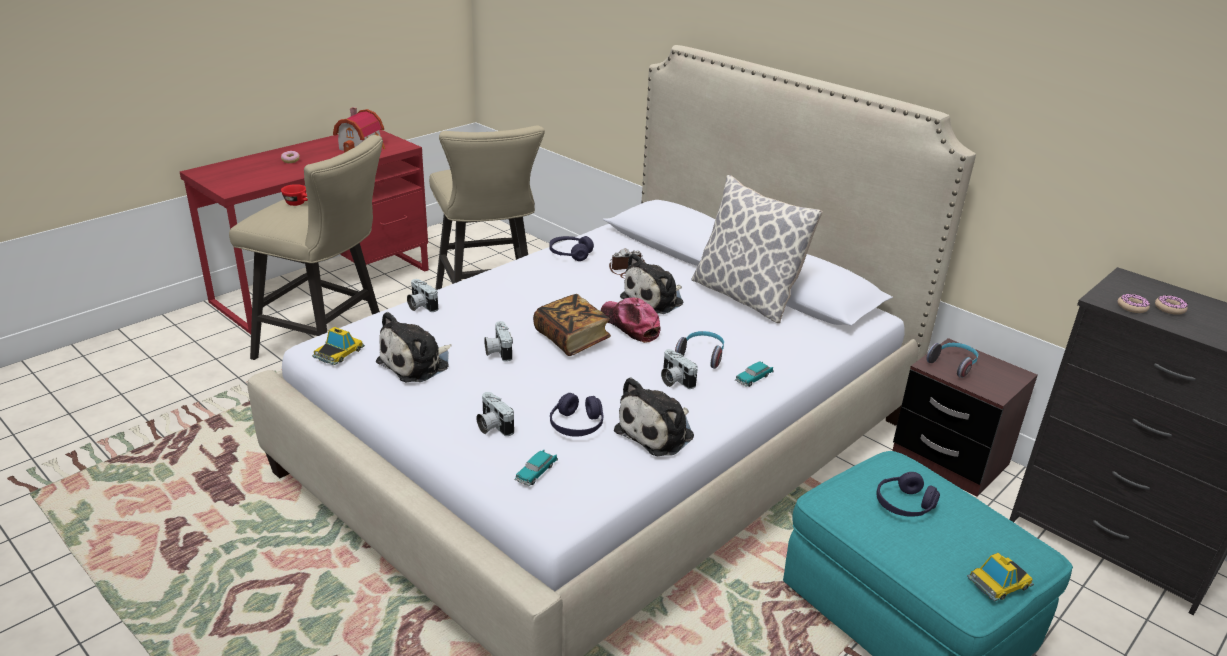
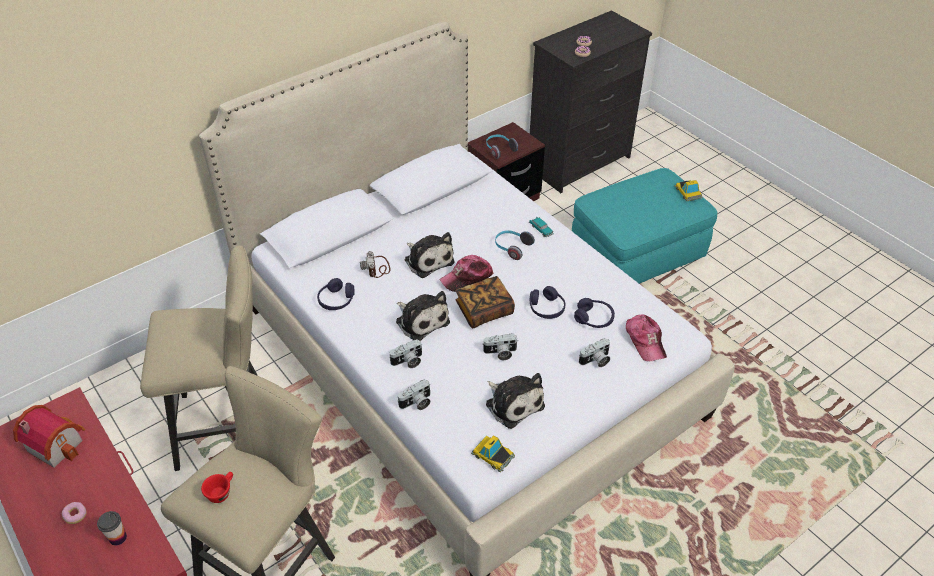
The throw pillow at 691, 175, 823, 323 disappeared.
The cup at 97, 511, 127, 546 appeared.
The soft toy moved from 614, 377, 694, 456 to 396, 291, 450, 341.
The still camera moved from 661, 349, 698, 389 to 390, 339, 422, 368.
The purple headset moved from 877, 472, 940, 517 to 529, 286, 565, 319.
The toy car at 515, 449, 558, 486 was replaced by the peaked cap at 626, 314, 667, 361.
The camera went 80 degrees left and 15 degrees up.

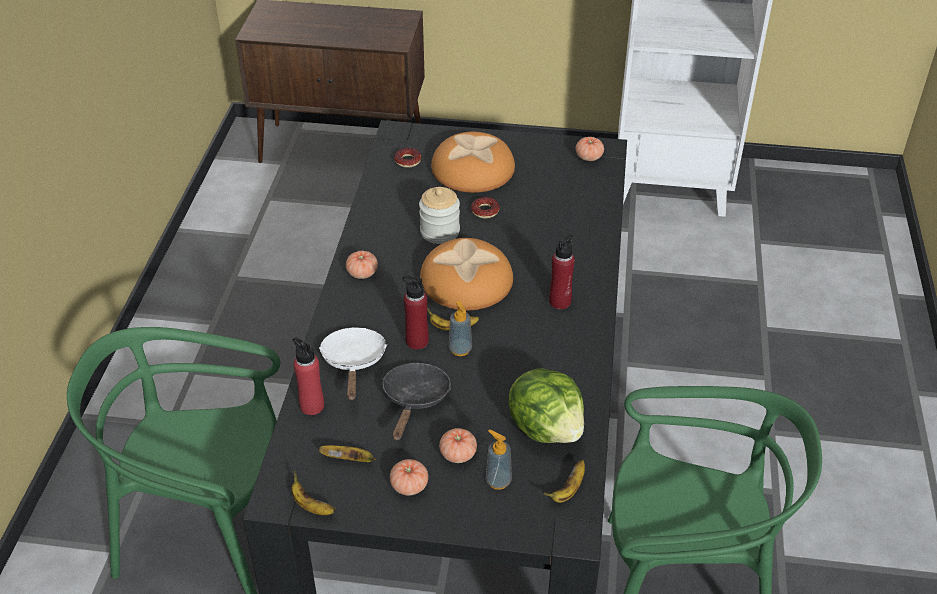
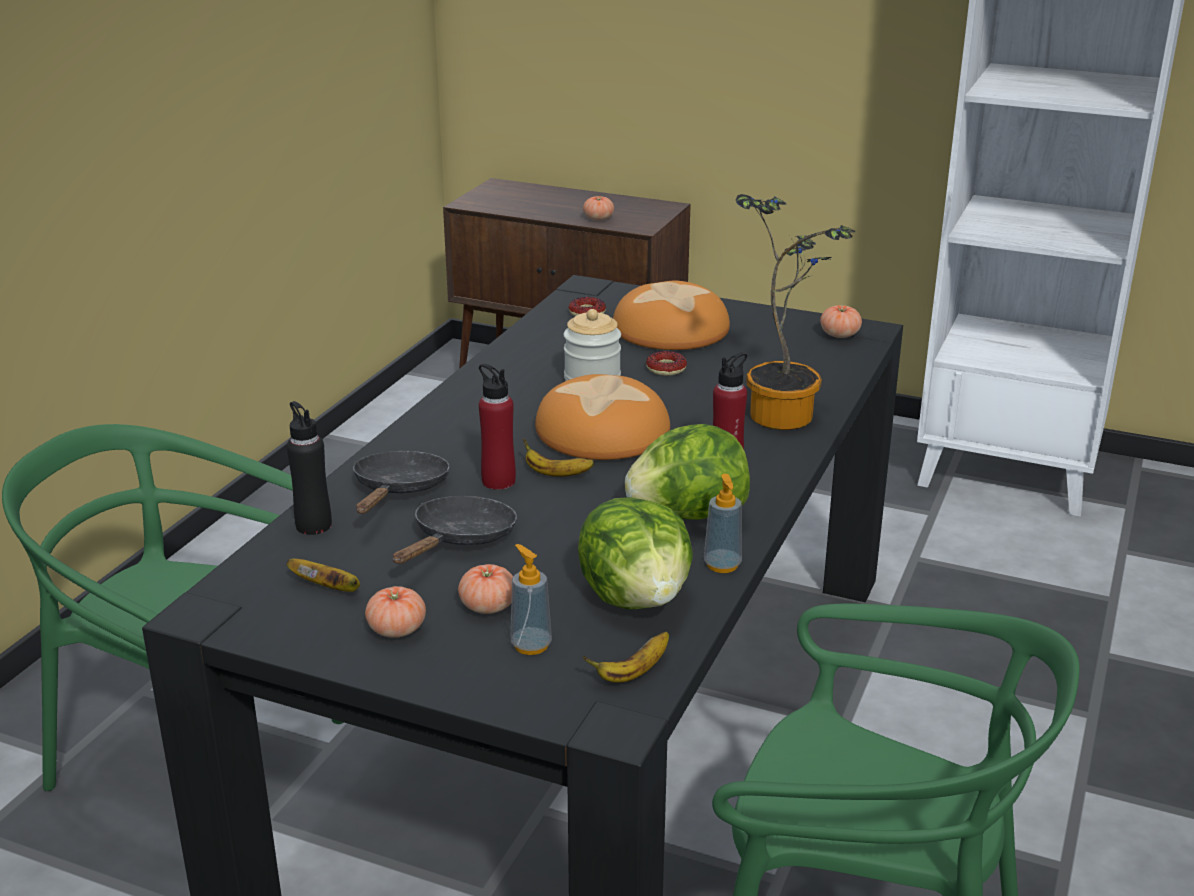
The banana at 291, 471, 336, 515 disappeared.
The lettuce head at 625, 424, 750, 520 appeared.
The potted plant at 736, 194, 855, 430 appeared.
The fresh tomato moved from 346, 251, 378, 279 to 583, 196, 614, 220.
The liquid soap bottle moved from 449, 301, 472, 356 to 704, 474, 742, 573.
The reddish drink bottle at 293, 337, 324, 415 became the black-coloured drink bottle at 287, 401, 332, 535.
The whitish pan at 319, 327, 387, 400 became the black-coloured pan at 353, 451, 449, 514.
The camera went 15 degrees right and 15 degrees down.

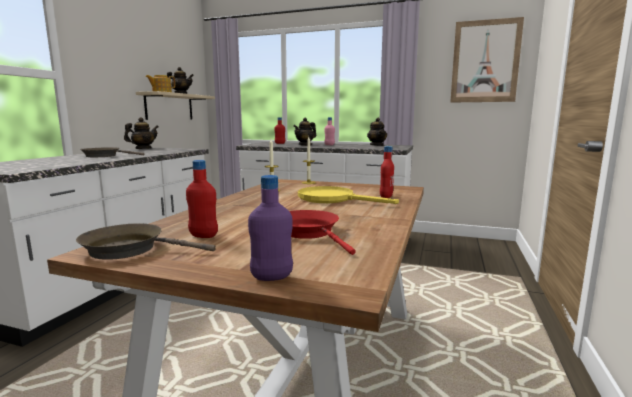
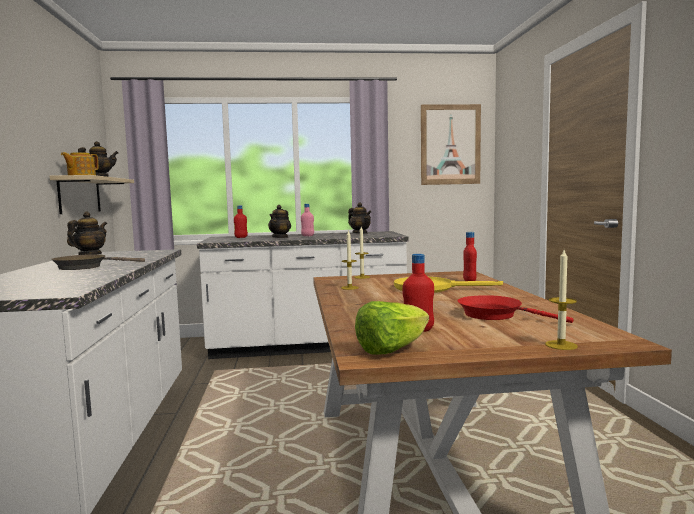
The brownish pan at 76, 223, 216, 260 was replaced by the lettuce head at 355, 301, 429, 355.
The purple drink bottle at 248, 175, 293, 281 was replaced by the wax candle at 545, 250, 578, 350.
The camera went 25 degrees left and 5 degrees down.

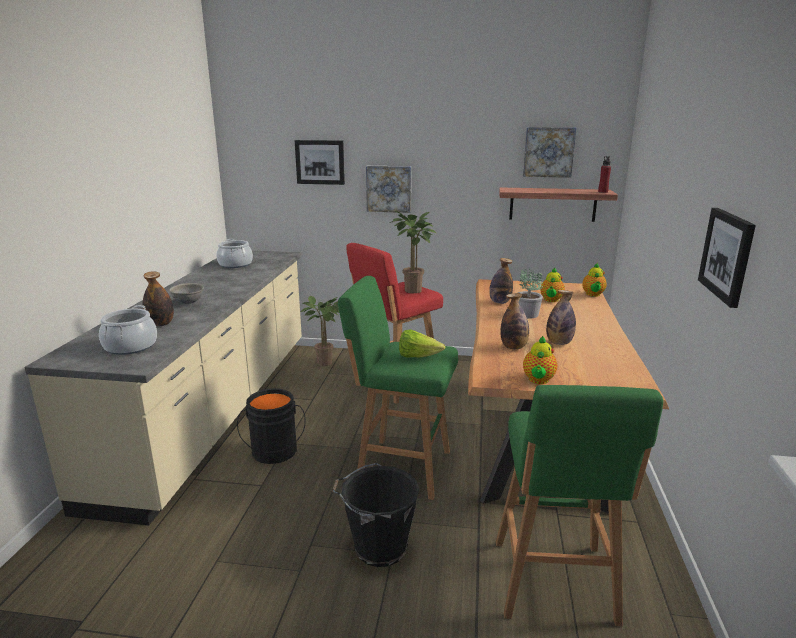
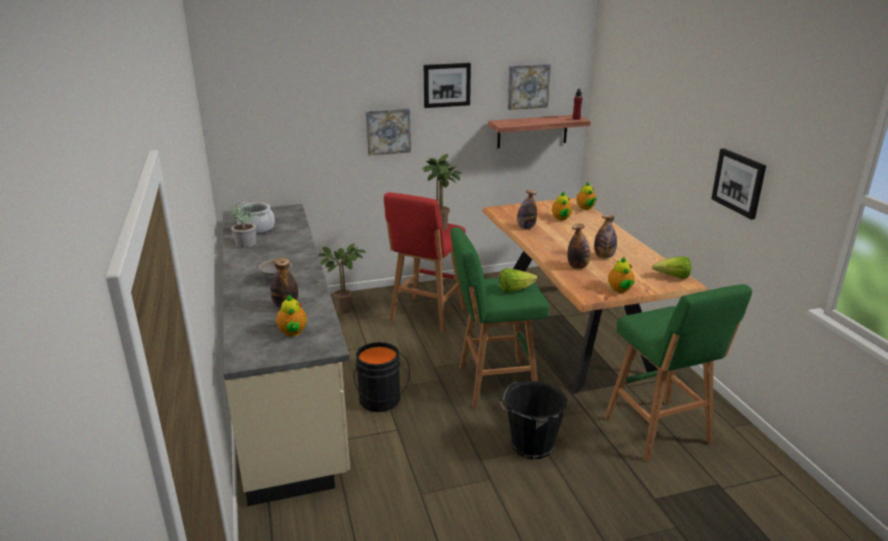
The lettuce head at 652, 256, 691, 279 appeared.
The wall art moved from 295, 140, 345, 185 to 424, 63, 471, 108.
The potted plant moved from 518, 269, 543, 318 to 231, 203, 256, 248.
The stockpot at 99, 305, 157, 355 was replaced by the pot for tea at 276, 295, 307, 337.
The camera went 25 degrees left and 5 degrees up.

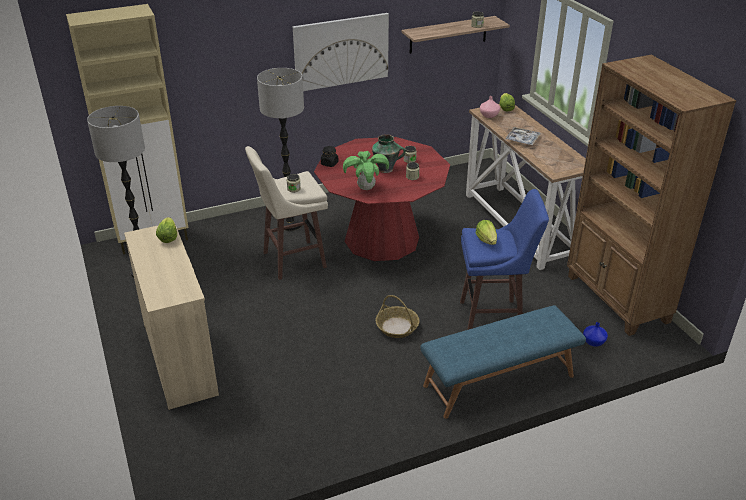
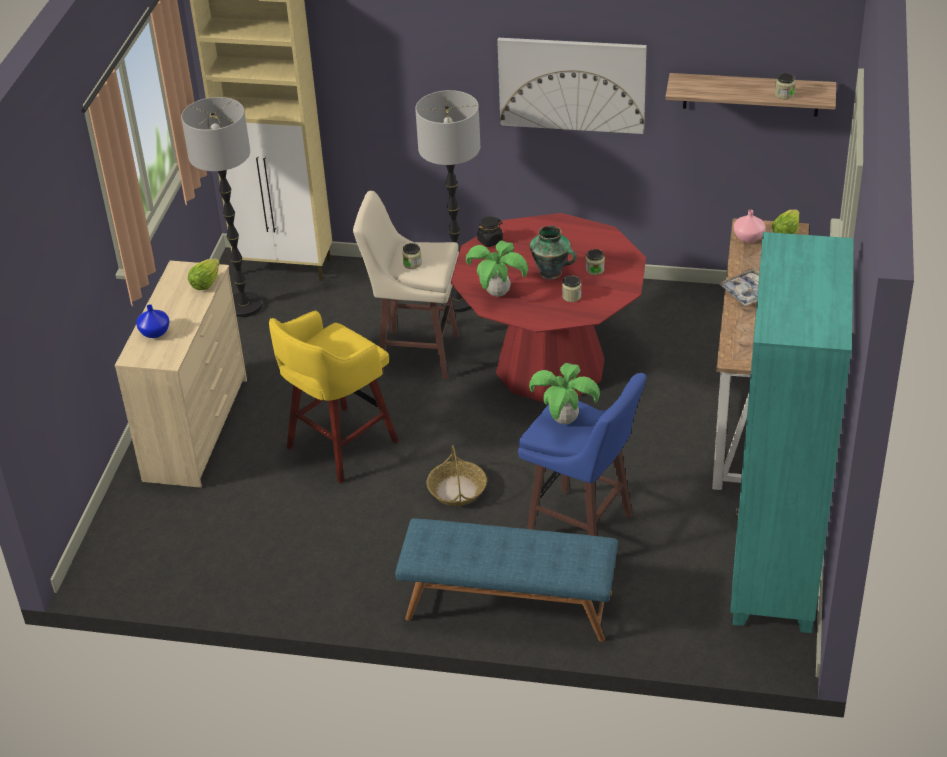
The yellow-coloured stool seat at 269, 311, 399, 483 appeared.
The blue flower vase moved from 583, 322, 608, 347 to 136, 304, 169, 338.
The lettuce head at 476, 220, 497, 245 was replaced by the potted plant at 529, 363, 600, 424.
The brownish bookshelf at 567, 55, 736, 336 became the turquoise bookshelf at 730, 232, 854, 633.
The camera went 35 degrees right and 5 degrees up.

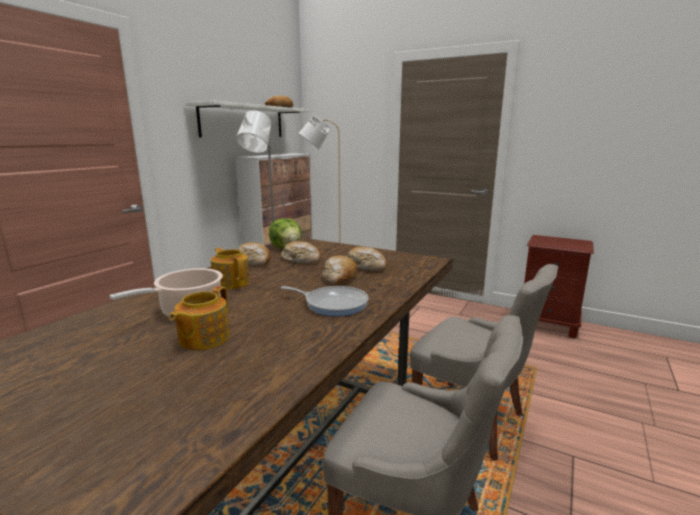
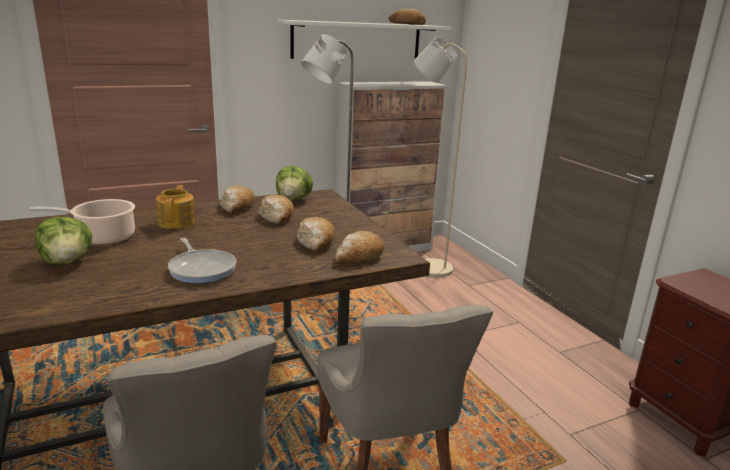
The bakery bread moved from 322, 255, 357, 285 to 335, 231, 384, 264.
The pot for tea at 169, 286, 230, 350 was replaced by the lettuce head at 35, 217, 92, 265.
The camera went 35 degrees right and 5 degrees up.

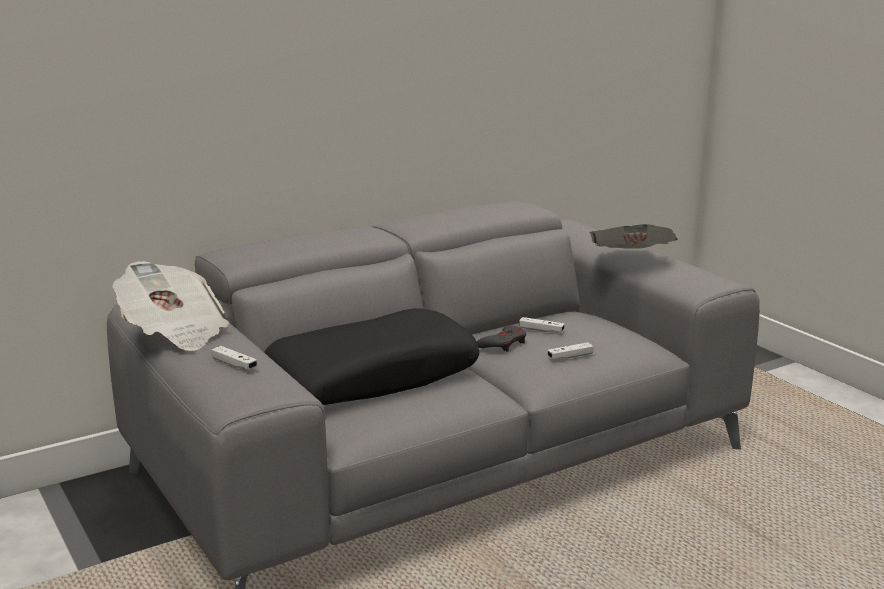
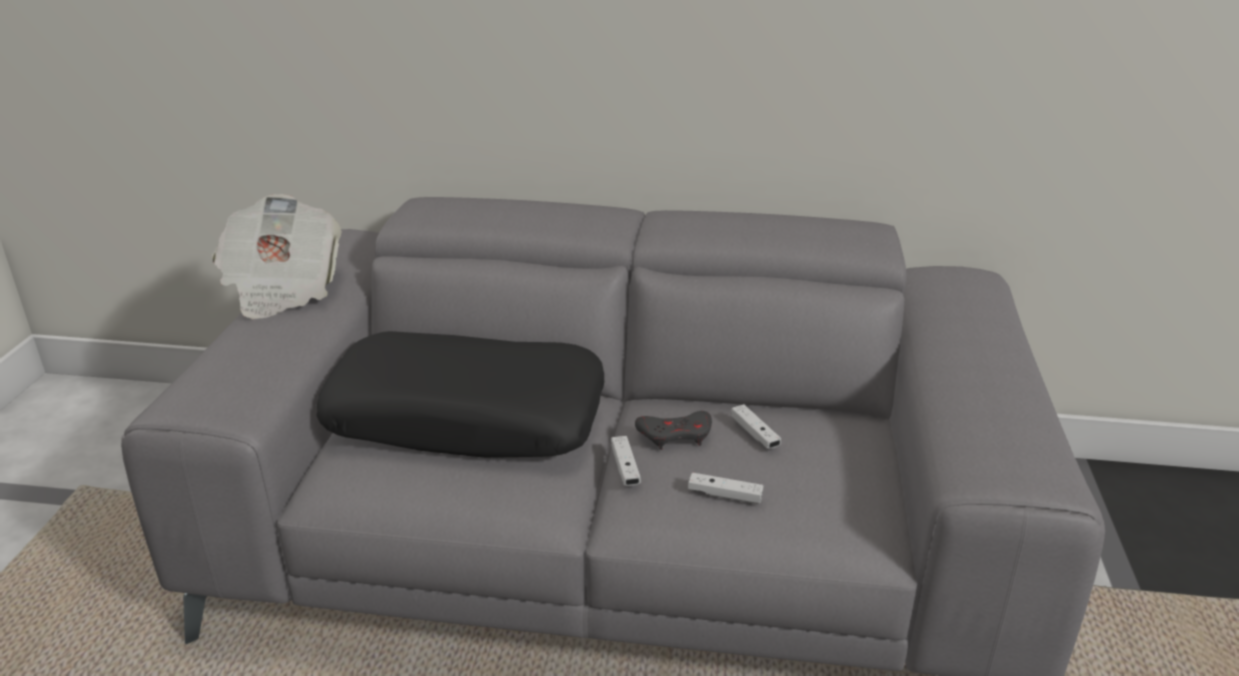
The daily paper at 589, 224, 678, 249 disappeared.
The whitish game controller moved from 211, 346, 258, 370 to 611, 436, 641, 486.
The camera went 40 degrees right and 10 degrees up.

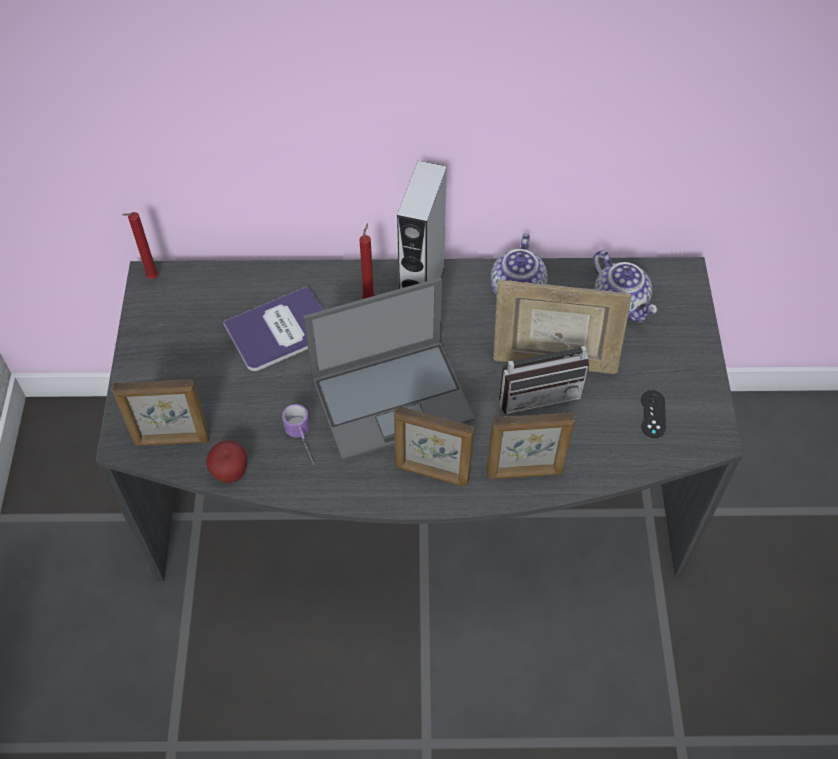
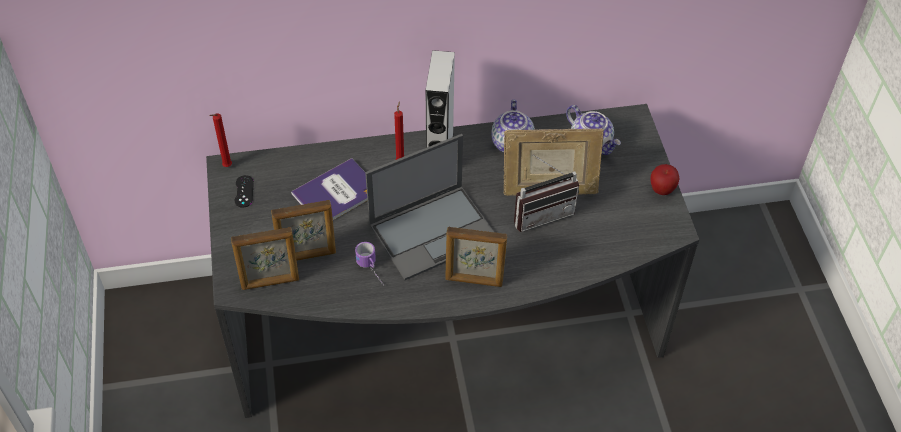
The whole apple moved from 206, 441, 247, 483 to 650, 164, 679, 195.
The picture frame moved from 486, 412, 575, 479 to 271, 200, 336, 261.
The black-coloured game controller moved from 641, 390, 666, 438 to 234, 175, 254, 208.
The camera went 10 degrees left and 5 degrees down.

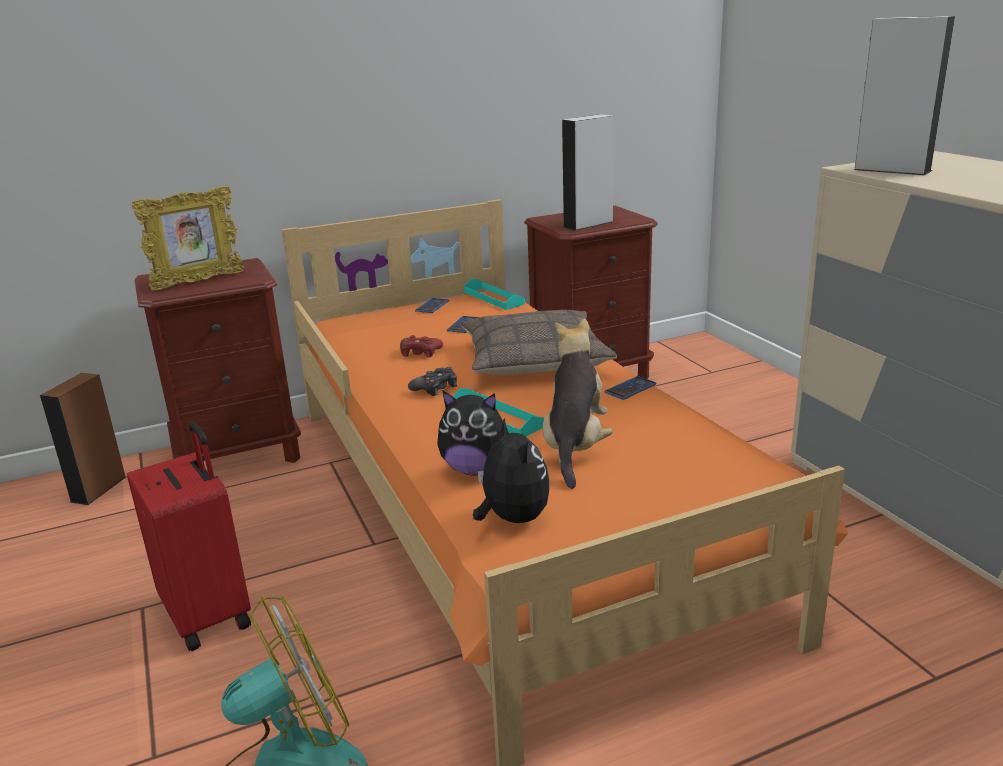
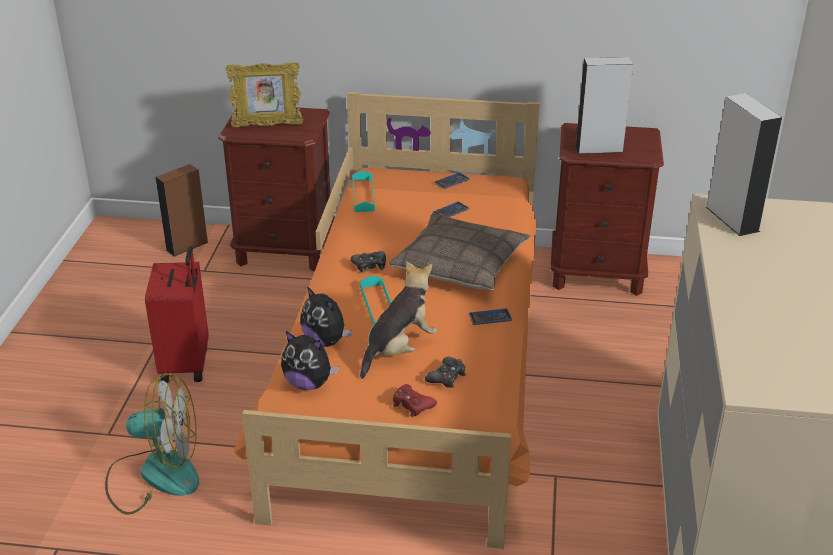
The black-coloured game controller at 425, 357, 466, 388 appeared.
The reddish game controller moved from 400, 335, 443, 358 to 393, 384, 437, 417.
The turquoise carrying tray moved from 464, 278, 525, 310 to 353, 170, 375, 212.
The soft toy at 473, 417, 550, 523 turned 105 degrees clockwise.
The camera went 30 degrees right and 10 degrees up.

